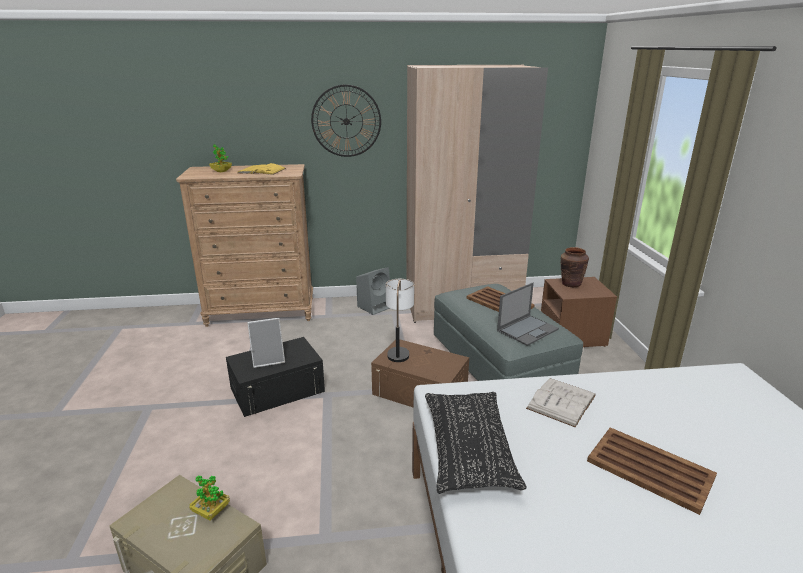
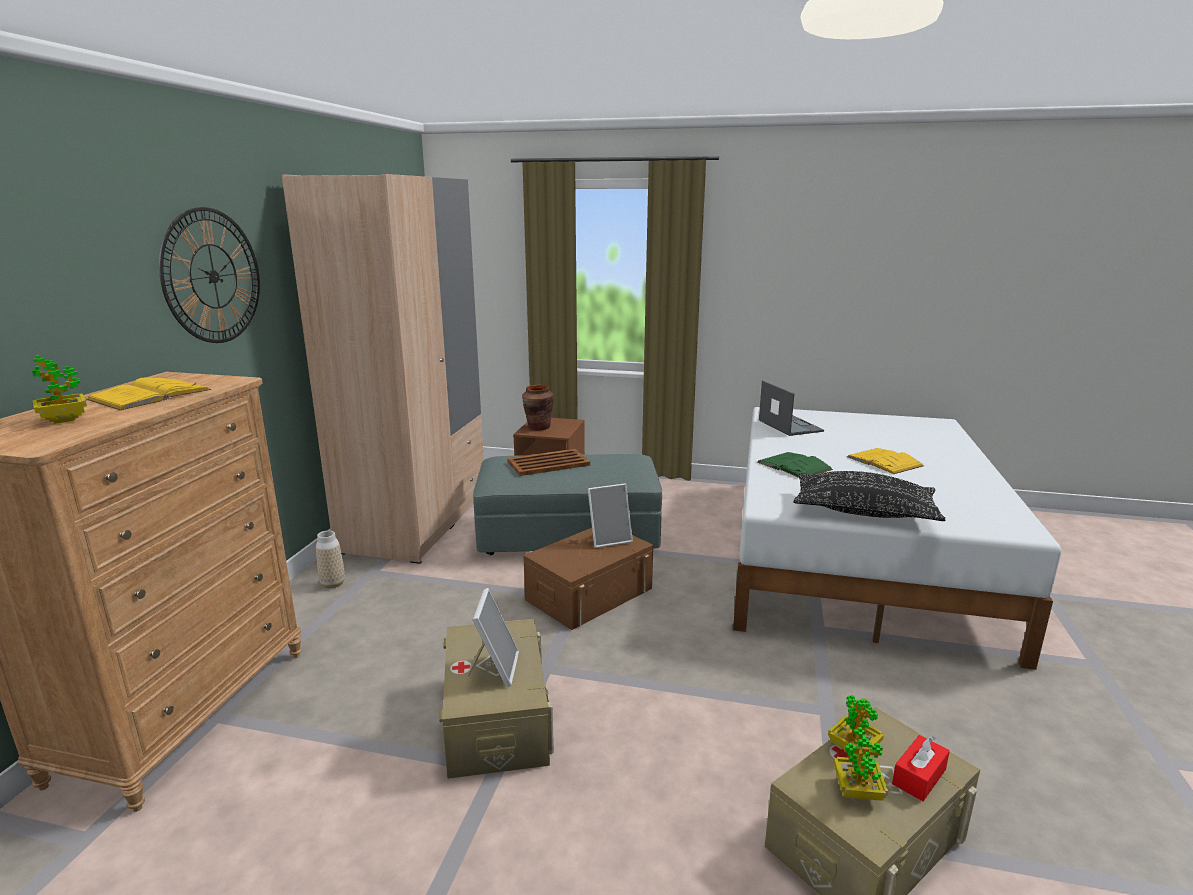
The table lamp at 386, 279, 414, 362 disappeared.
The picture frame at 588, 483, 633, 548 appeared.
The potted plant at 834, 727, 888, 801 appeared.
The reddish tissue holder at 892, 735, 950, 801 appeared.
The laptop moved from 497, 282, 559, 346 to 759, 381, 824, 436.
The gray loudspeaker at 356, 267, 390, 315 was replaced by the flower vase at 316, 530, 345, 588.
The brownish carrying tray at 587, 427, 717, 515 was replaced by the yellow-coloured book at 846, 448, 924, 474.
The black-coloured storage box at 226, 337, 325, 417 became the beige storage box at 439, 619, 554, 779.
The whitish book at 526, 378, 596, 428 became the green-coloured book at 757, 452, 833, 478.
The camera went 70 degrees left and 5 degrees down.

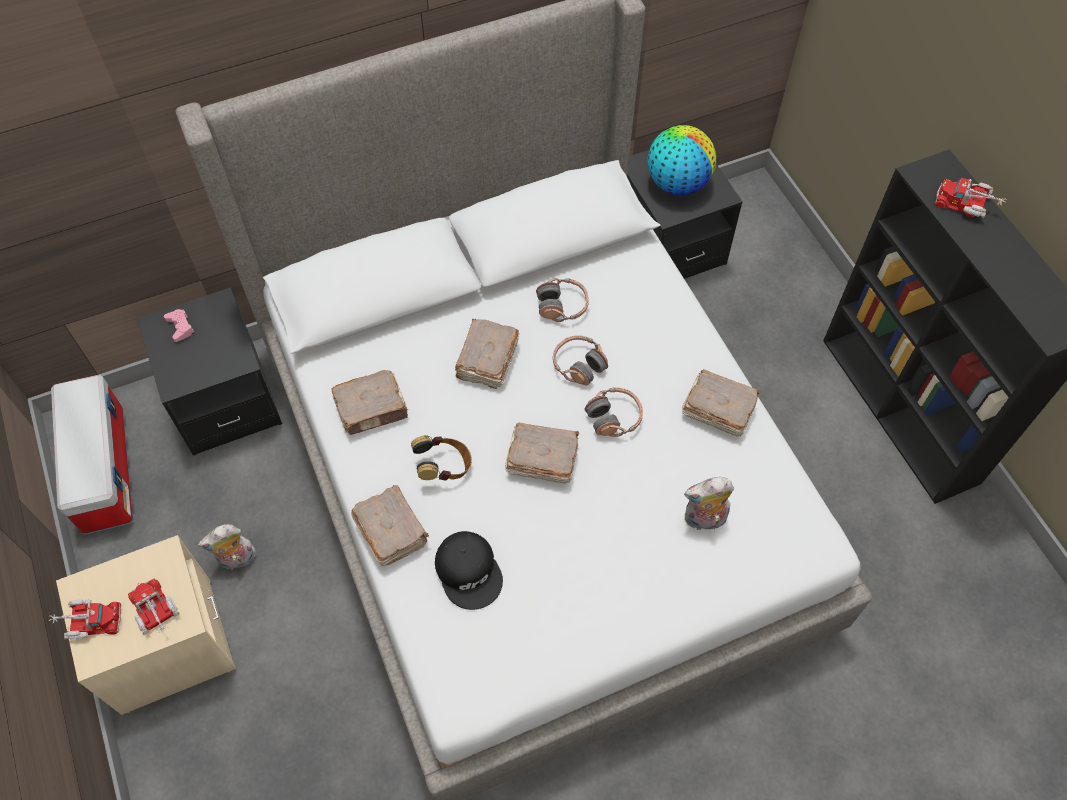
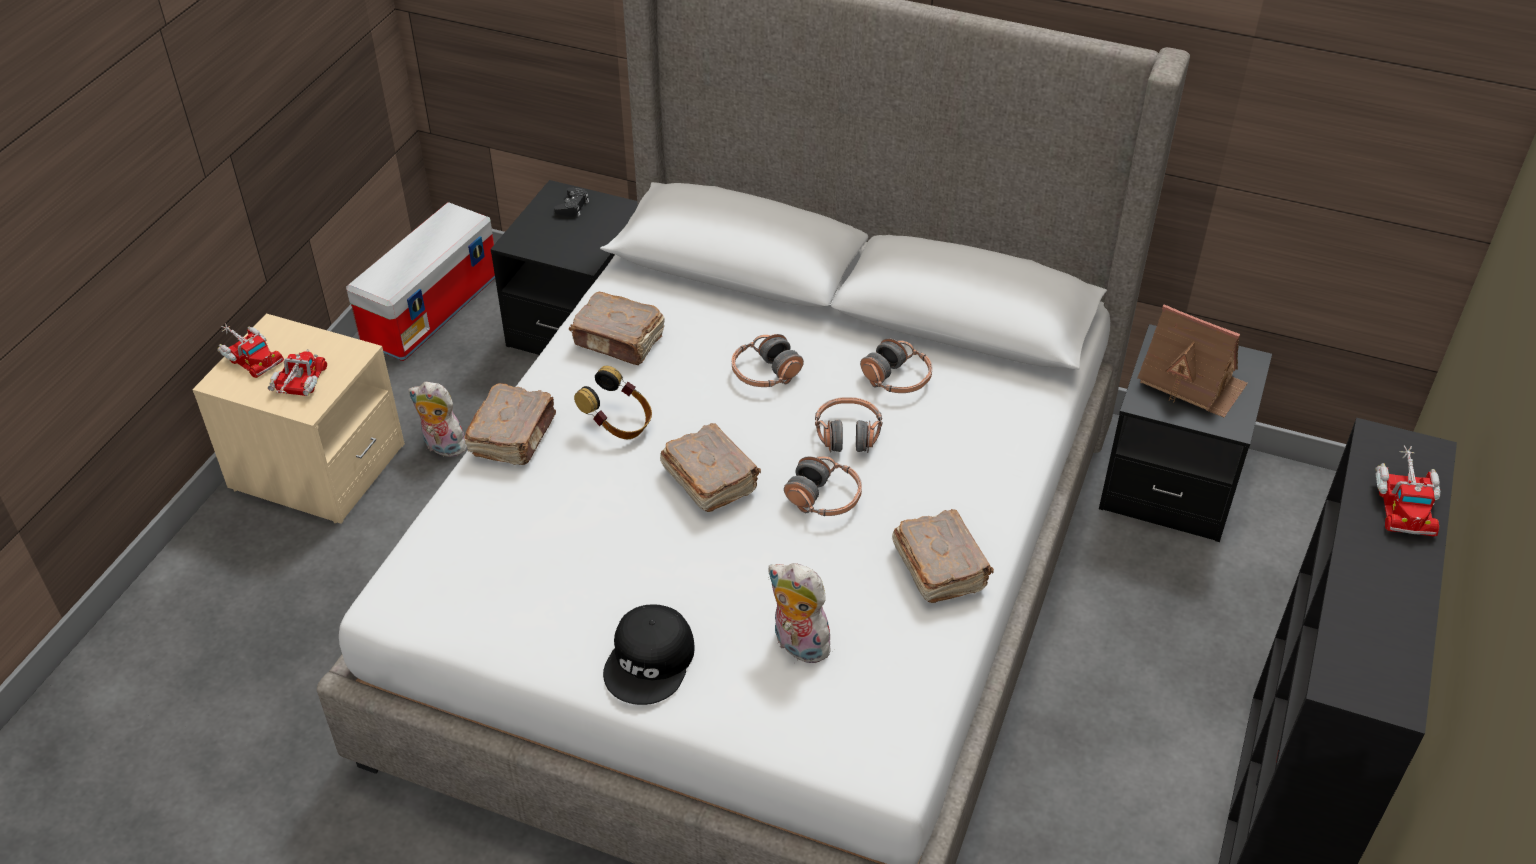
The black-coloured peaked cap moved from 435, 531, 503, 610 to 603, 604, 694, 705.
The brownish book at 455, 319, 519, 389 was replaced by the headset at 732, 334, 804, 387.
The globe at 647, 125, 716, 195 was replaced by the toy house at 1137, 304, 1248, 418.
The pink-coloured game controller at 164, 309, 195, 342 became the black-coloured game controller at 554, 187, 589, 217.
The model truck at 935, 178, 1007, 218 turned 150 degrees counterclockwise.
The camera went 45 degrees right and 15 degrees down.

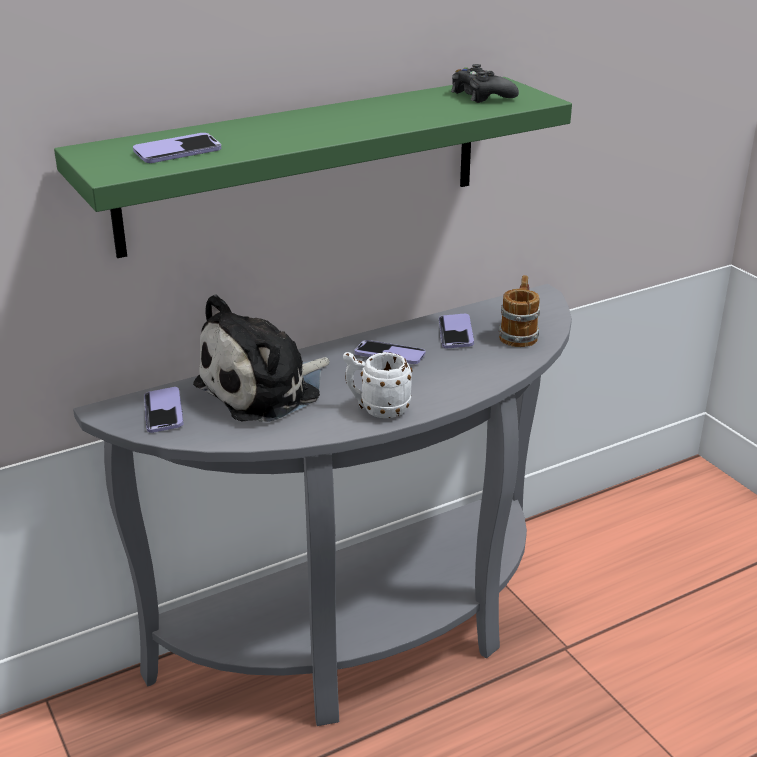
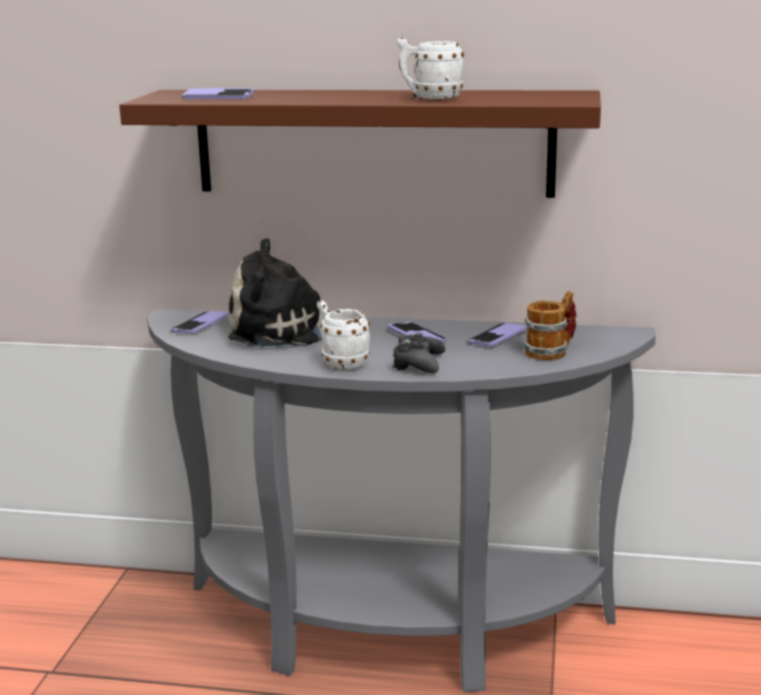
The whitish tea mug at 397, 37, 464, 99 appeared.
The black-coloured game controller moved from 451, 64, 519, 103 to 392, 333, 445, 373.
The green-coloured bracket shelf at 54, 77, 572, 258 became the brownish bracket shelf at 119, 90, 601, 198.
The camera went 40 degrees right and 10 degrees down.

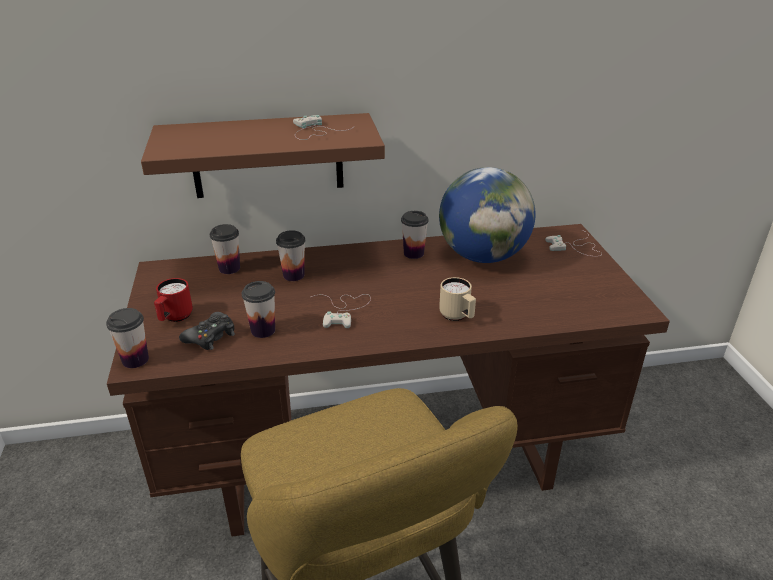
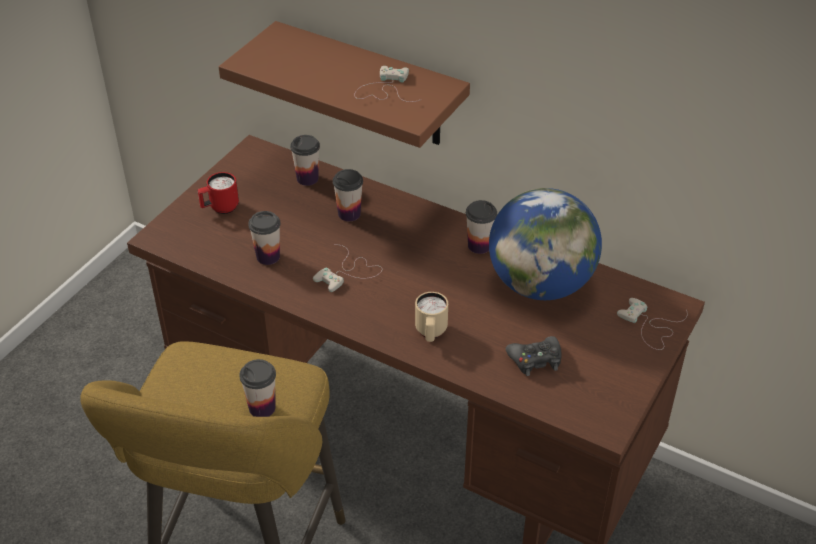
The cup moved from 106, 308, 149, 368 to 239, 359, 276, 417.
The black-coloured game controller moved from 179, 312, 235, 350 to 506, 336, 562, 376.
The camera went 40 degrees right and 10 degrees up.

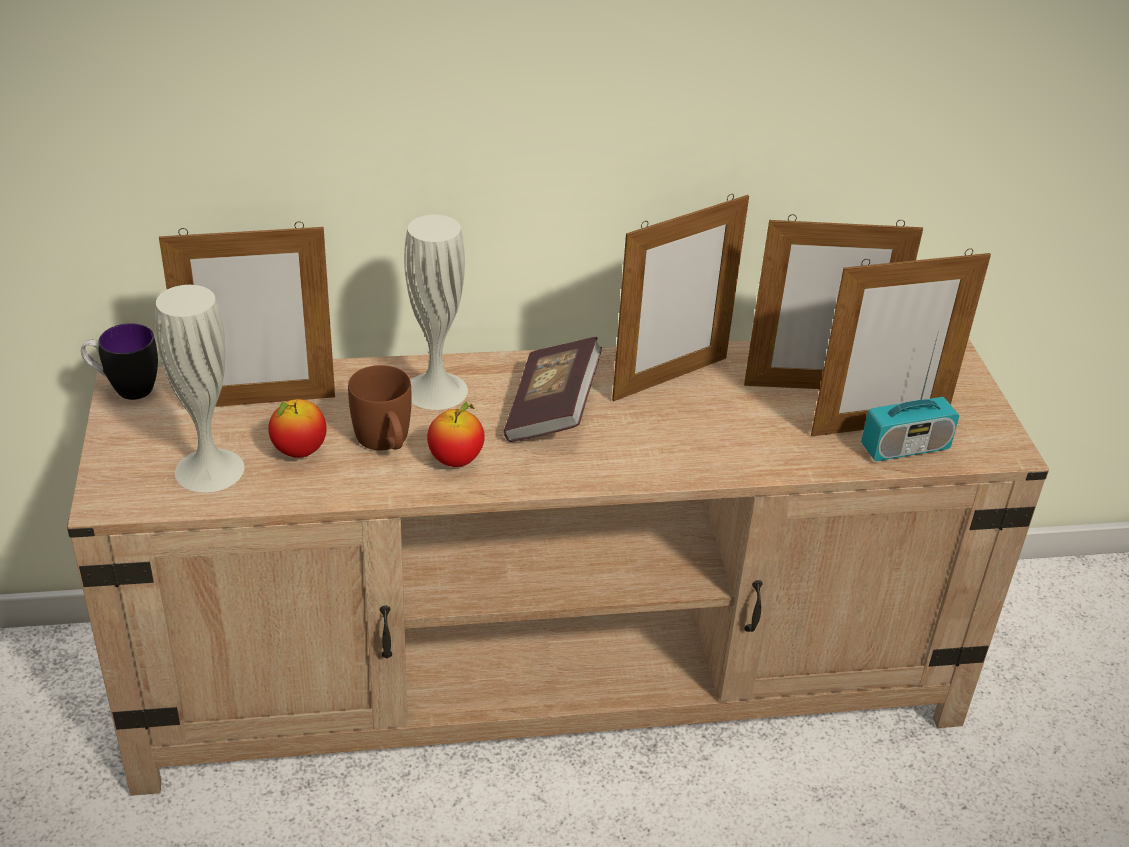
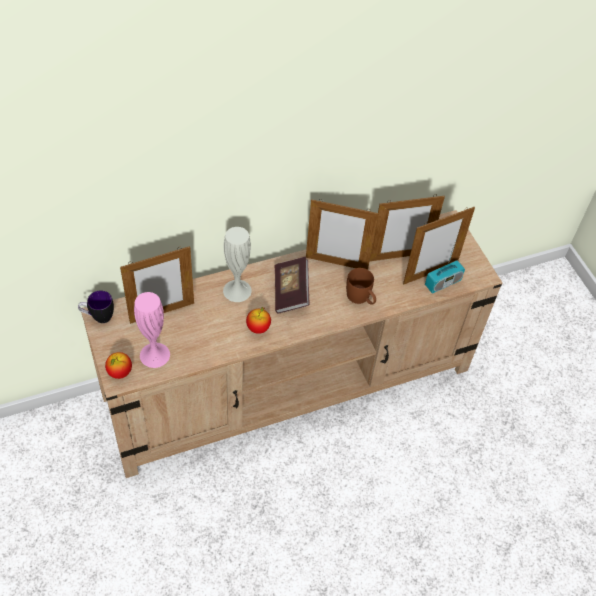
The whole apple moved from 268, 399, 327, 458 to 105, 352, 132, 379.
The brownish tea mug moved from 348, 365, 411, 450 to 346, 268, 376, 305.
The whitish flower vase at 155, 285, 244, 493 became the pink-coloured flower vase at 134, 292, 170, 368.
The picture frame at 612, 194, 749, 401 turned 60 degrees clockwise.
The camera went 15 degrees left and 15 degrees up.

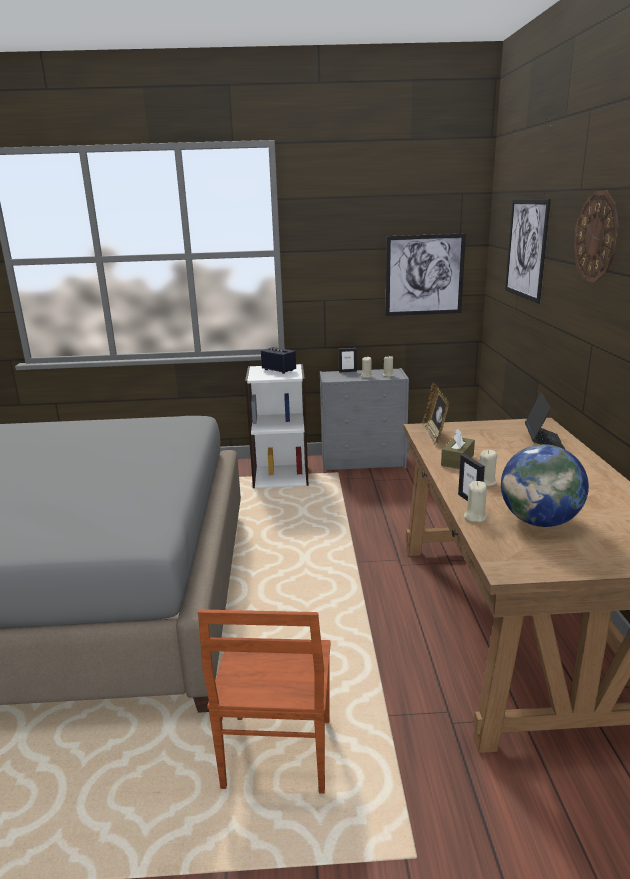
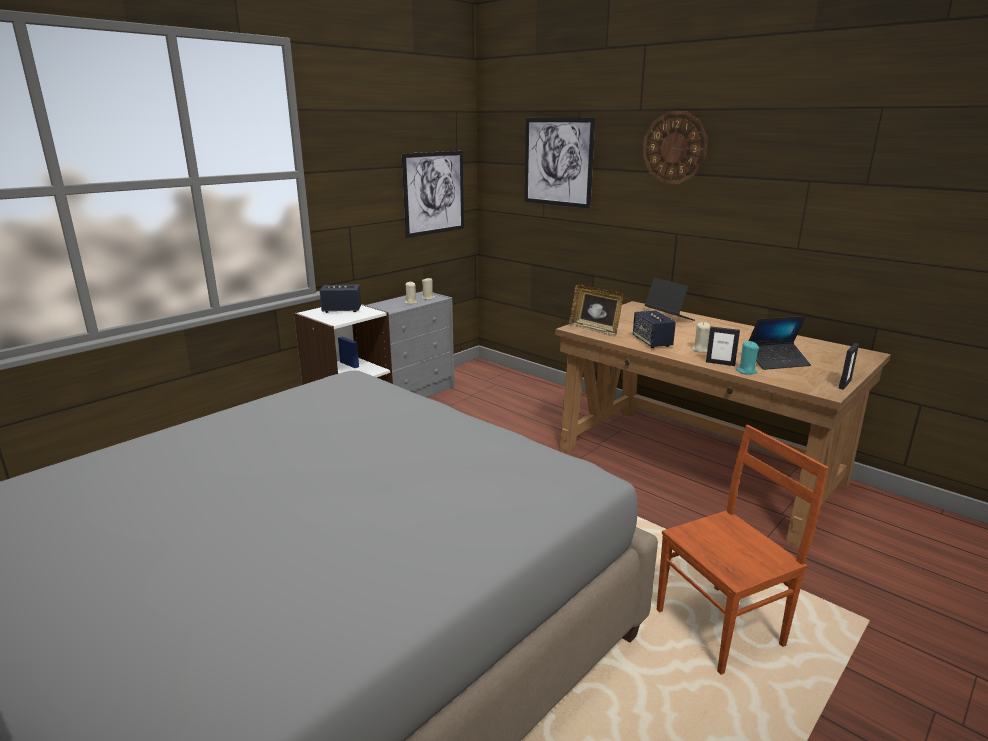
The picture frame moved from 339, 348, 357, 373 to 839, 343, 859, 390.
The brownish tissue holder at 441, 429, 475, 469 was replaced by the loudspeaker at 633, 310, 676, 348.
The globe at 501, 444, 589, 527 was replaced by the laptop at 749, 316, 811, 370.
The beige wax candle at 464, 481, 487, 522 became the turquoise wax candle at 735, 341, 759, 375.
The brownish plain chair at 198, 609, 331, 794 turned 75 degrees counterclockwise.
The camera went 45 degrees left and 0 degrees up.

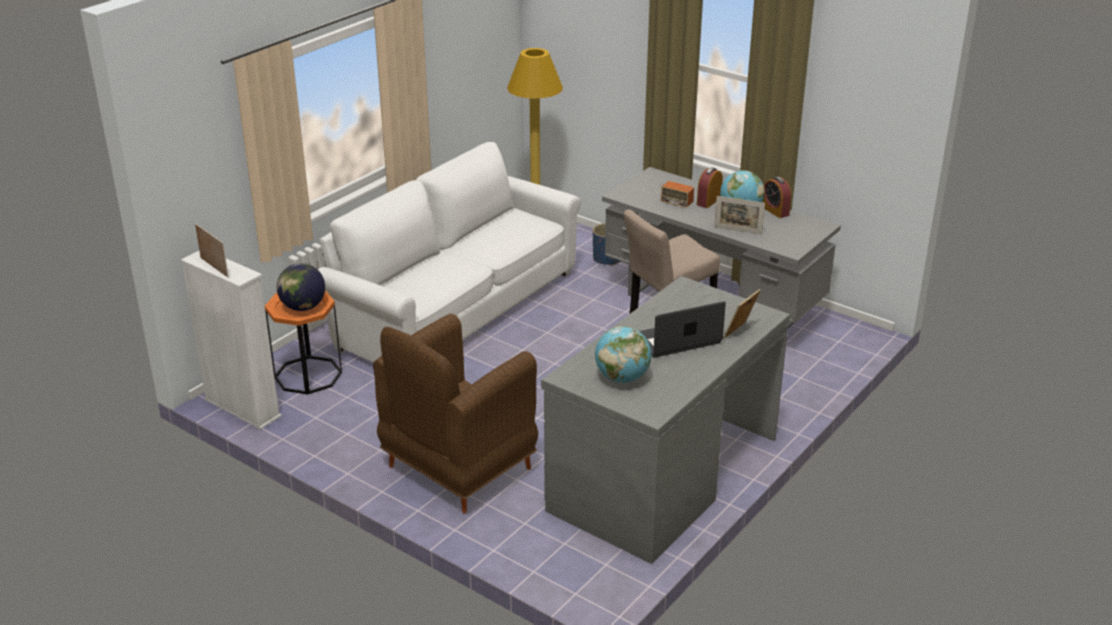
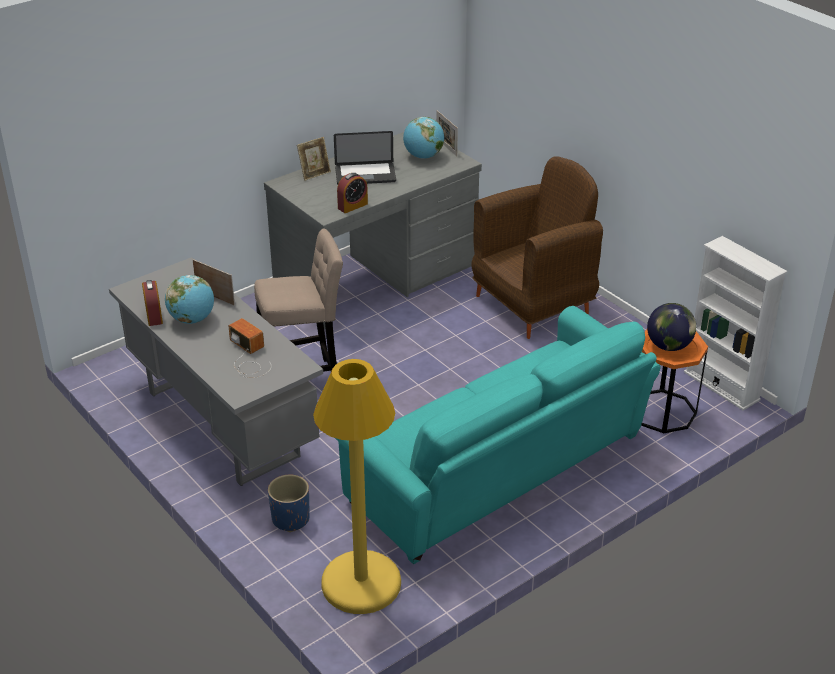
The picture frame moved from 195, 224, 229, 277 to 436, 110, 458, 156.
The table clock moved from 697, 167, 723, 208 to 337, 173, 368, 213.
The whitish sofa at 318, 142, 581, 363 became the turquoise sofa at 335, 306, 661, 565.
The camera went 165 degrees left and 5 degrees up.

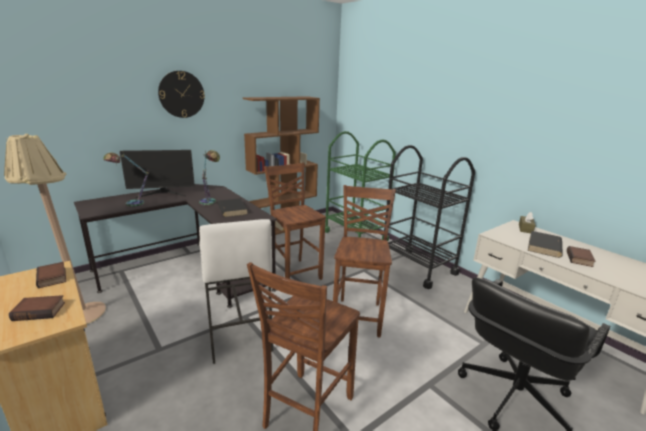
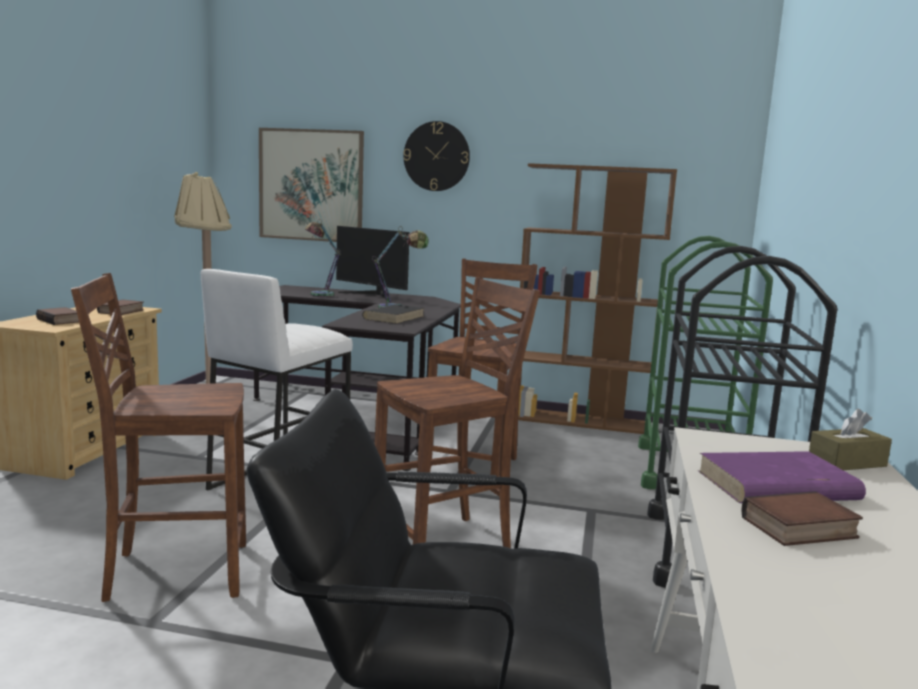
The wall art at 259, 128, 364, 242 appeared.
The black-coloured book at 528, 231, 563, 258 became the purple book at 698, 451, 866, 503.
The camera went 50 degrees right and 10 degrees down.

